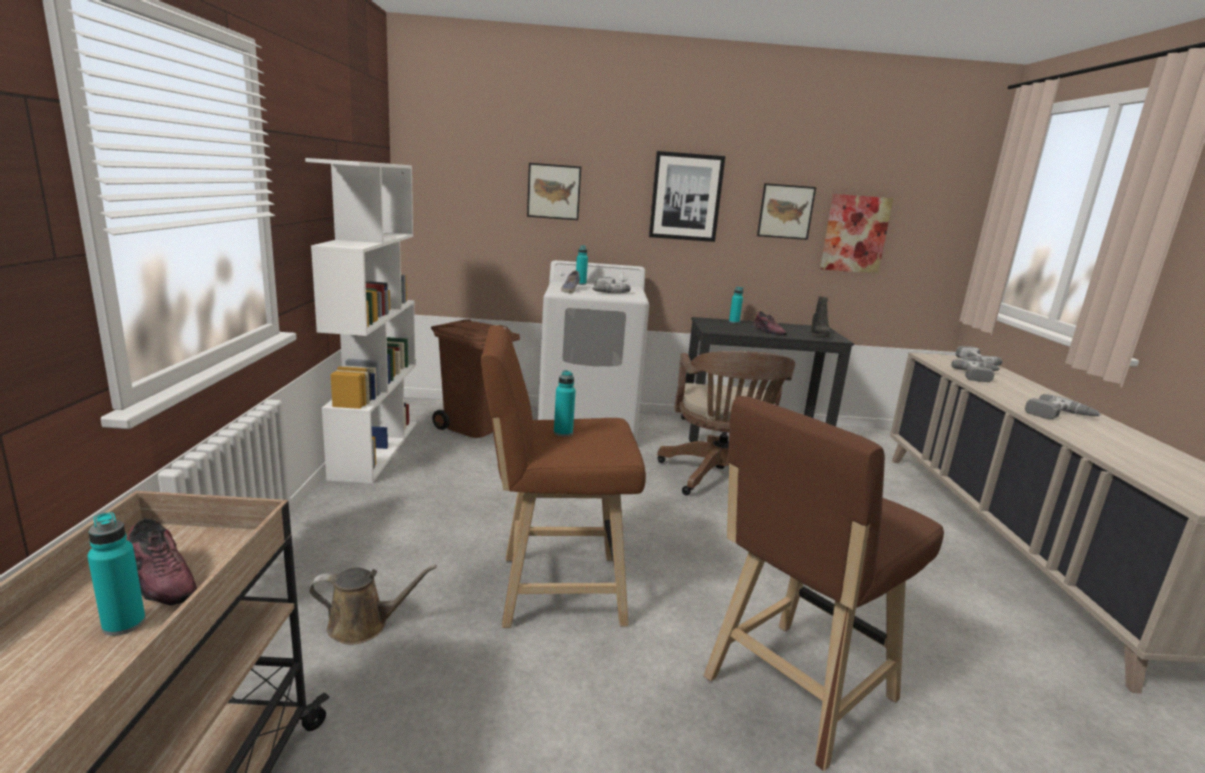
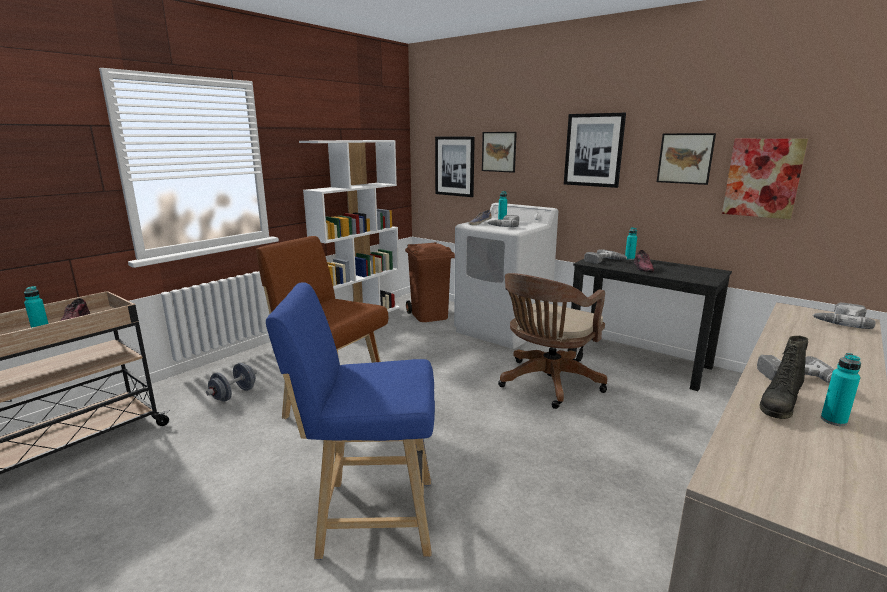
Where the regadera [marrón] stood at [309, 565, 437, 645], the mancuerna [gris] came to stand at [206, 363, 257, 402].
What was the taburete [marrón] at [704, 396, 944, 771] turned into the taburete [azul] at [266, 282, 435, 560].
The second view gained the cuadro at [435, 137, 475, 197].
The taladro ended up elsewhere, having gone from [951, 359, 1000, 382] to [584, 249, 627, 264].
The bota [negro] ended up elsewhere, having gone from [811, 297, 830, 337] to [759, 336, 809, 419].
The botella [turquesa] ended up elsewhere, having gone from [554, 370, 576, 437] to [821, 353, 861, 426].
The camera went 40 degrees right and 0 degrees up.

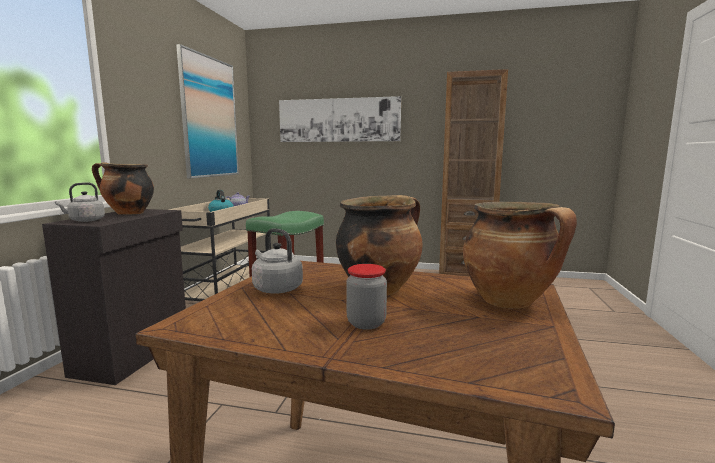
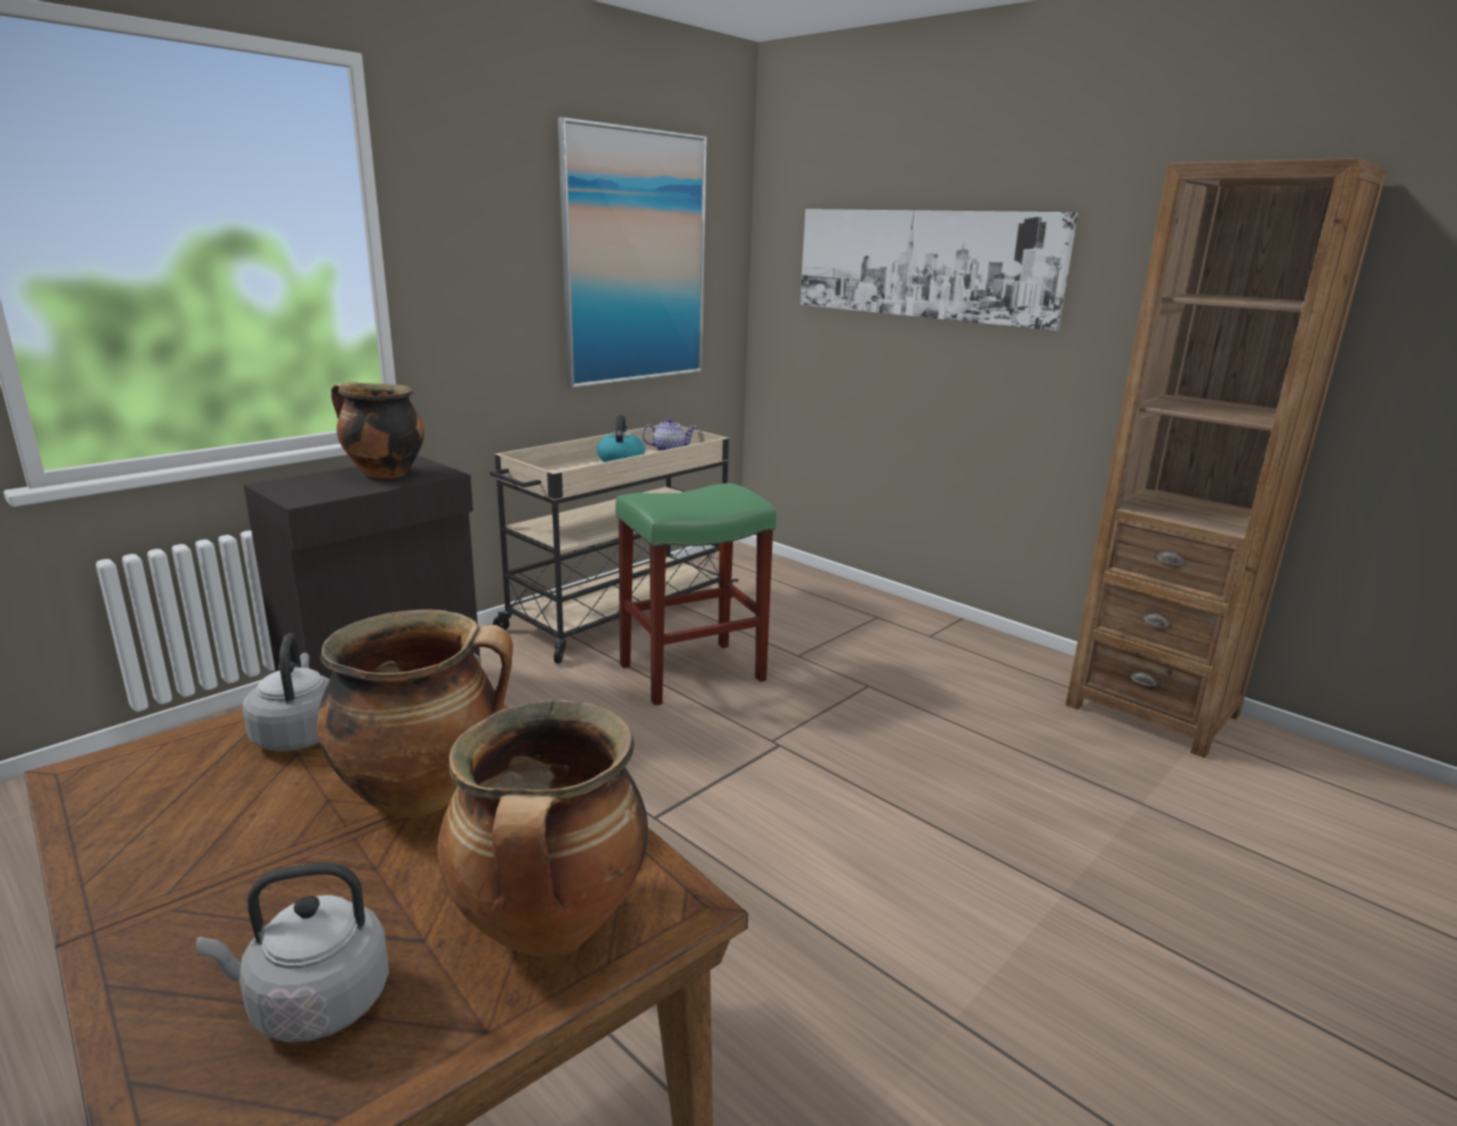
The hervidor [gris] ended up elsewhere, having gone from [55, 182, 105, 222] to [196, 863, 389, 1042].
The second view lost the tarro at [346, 264, 387, 330].
The camera went 30 degrees right and 10 degrees up.

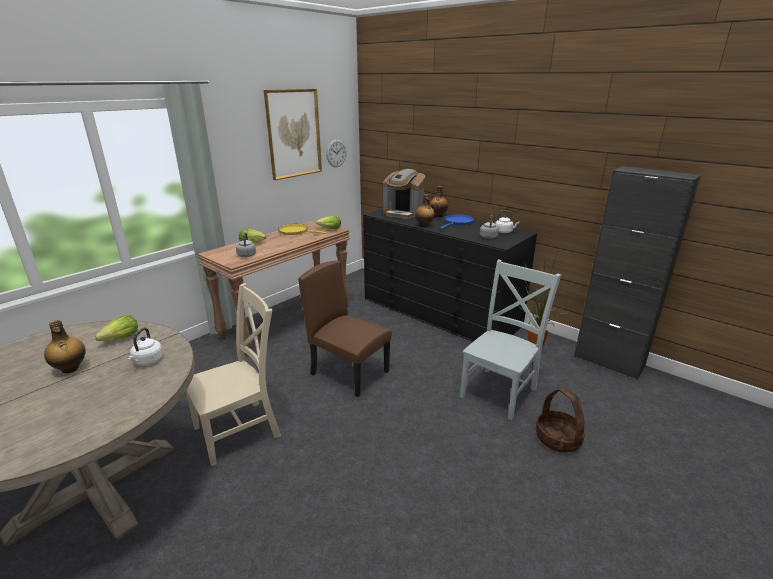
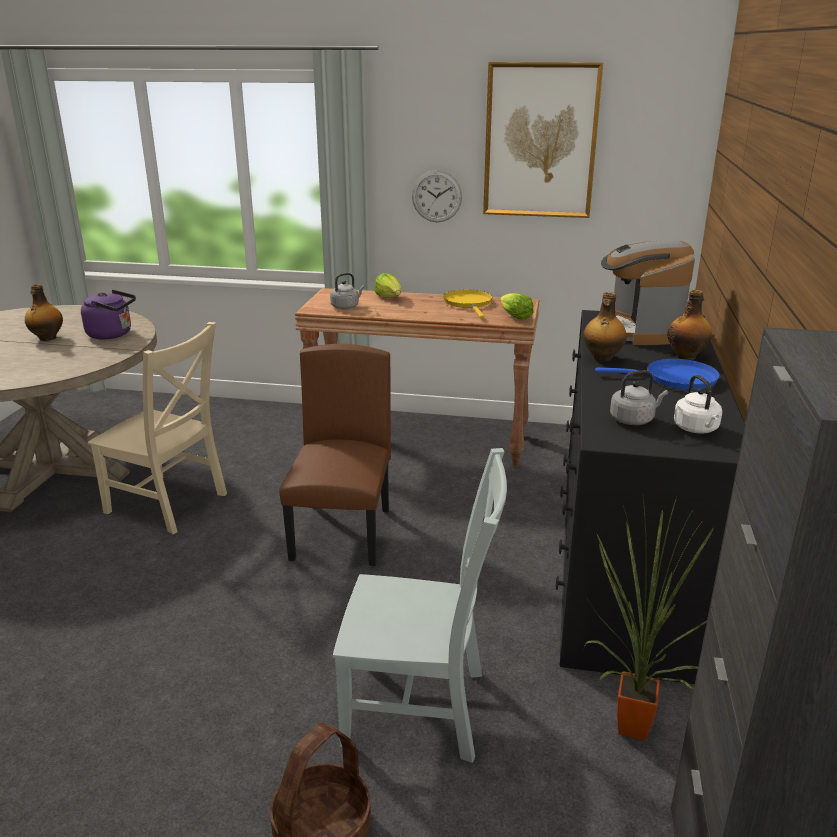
Where the lechuga stood at [94, 315, 138, 341], the hervidor [morado] came to stand at [81, 290, 136, 339].
The reloj de pared ended up elsewhere, having gone from [326, 139, 346, 167] to [412, 170, 462, 222].
The second view lost the hervidor [blanco] at [127, 328, 163, 366].
The camera went 60 degrees right and 0 degrees up.

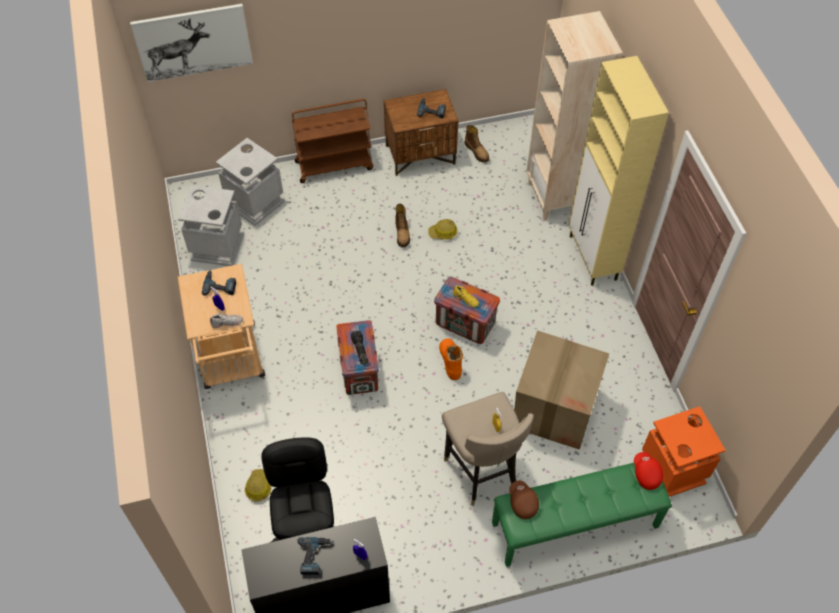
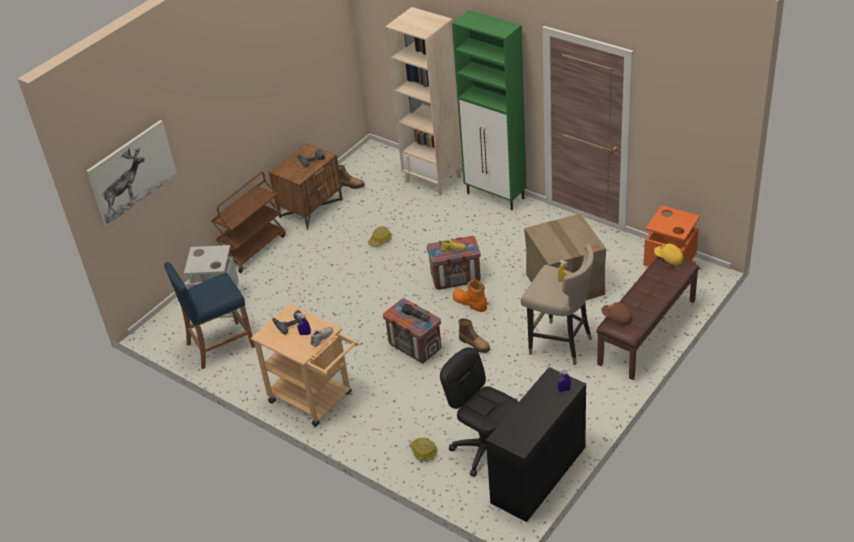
Where the papelera [gris] stood at [178, 185, 244, 266], the taburete [azul] came to stand at [164, 262, 255, 369].
What was the armario [beis] at [568, 56, 669, 286] turned into the armario [verde] at [452, 10, 527, 210].
The bota ended up elsewhere, having gone from [395, 204, 410, 247] to [458, 318, 490, 353].
What was the banco [verde] at [492, 463, 672, 567] turned into the banco [marrón] at [596, 256, 699, 380].
What was the gorra [rojo] at [634, 452, 663, 490] turned into the gorra [amarillo] at [654, 244, 683, 265].
The second view lost the taladro at [297, 537, 334, 575].
The camera went 35 degrees left and 15 degrees down.

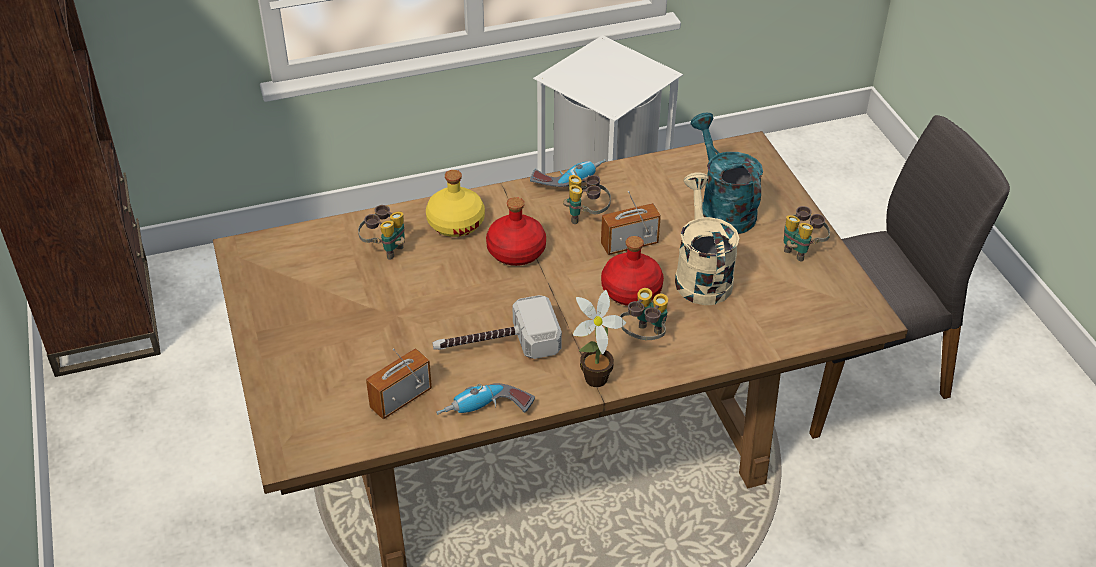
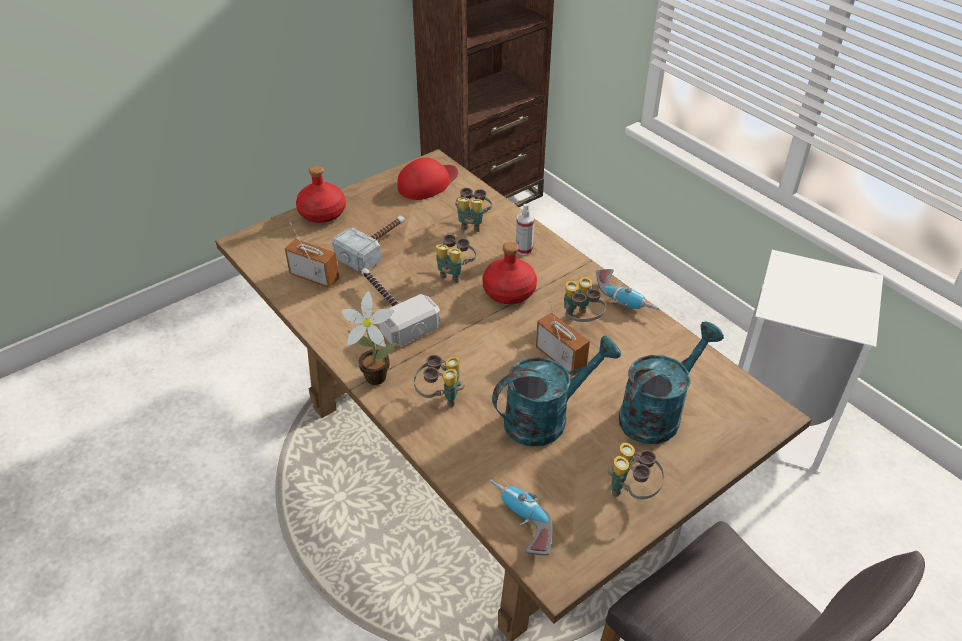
The botella [rojo] ended up elsewhere, having gone from [601, 236, 664, 306] to [296, 166, 346, 223].
The second view gained the martillo at [332, 215, 405, 272].
The second view gained the gorra [rojo] at [397, 157, 458, 200].
The second view gained the prismáticos at [436, 234, 476, 283].
The taladro ended up elsewhere, having gone from [436, 383, 535, 415] to [489, 479, 552, 556].
What was the regadera [beis] at [675, 172, 740, 305] turned into the regadera [turquesa] at [492, 336, 621, 446].
Where the botella [amarillo] stood at [426, 170, 485, 237], the pulverizador came to stand at [516, 204, 535, 255].
The camera went 70 degrees right and 0 degrees up.

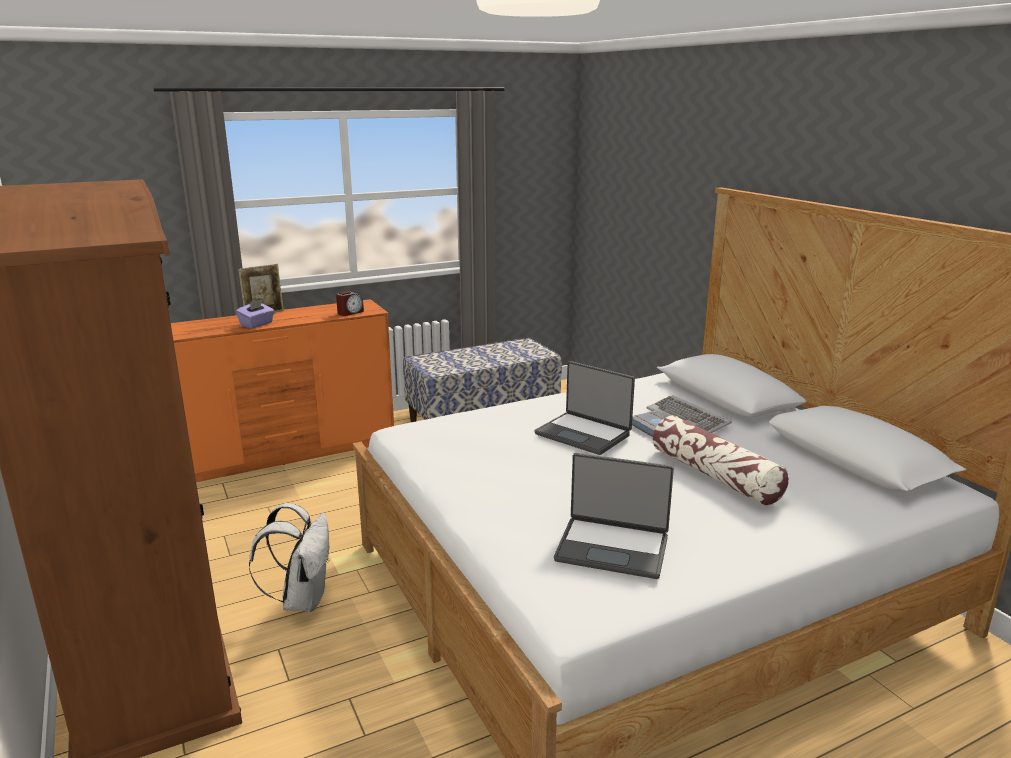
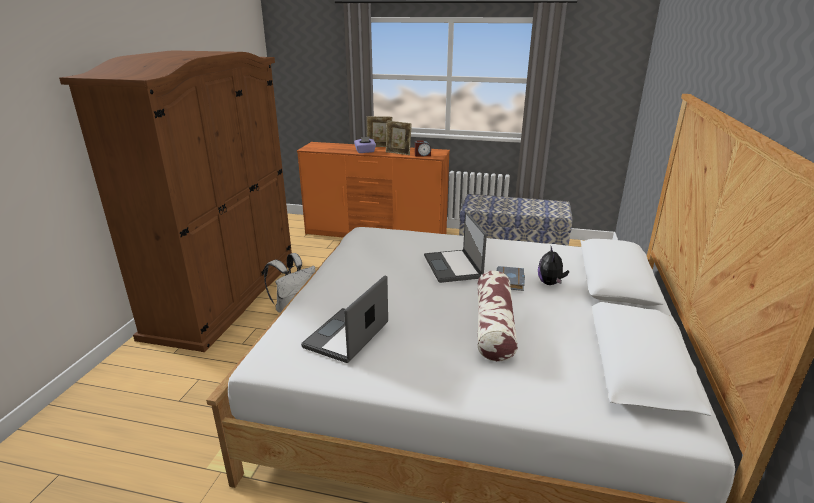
The portátil at [554, 453, 674, 579] ended up facing another way, 60 degrees clockwise from before.
The second view gained the portarretratos at [386, 120, 412, 155].
Where the teclado stood at [647, 395, 732, 433], the peluche came to stand at [538, 246, 569, 285].
The camera went 40 degrees right and 5 degrees up.

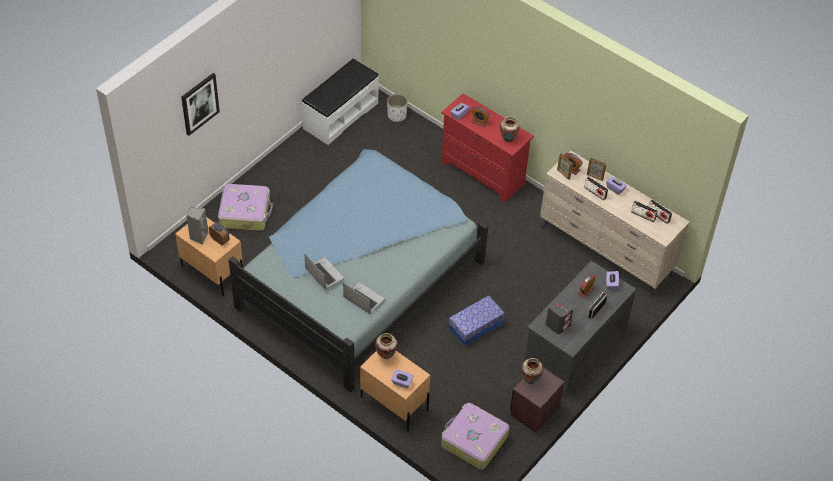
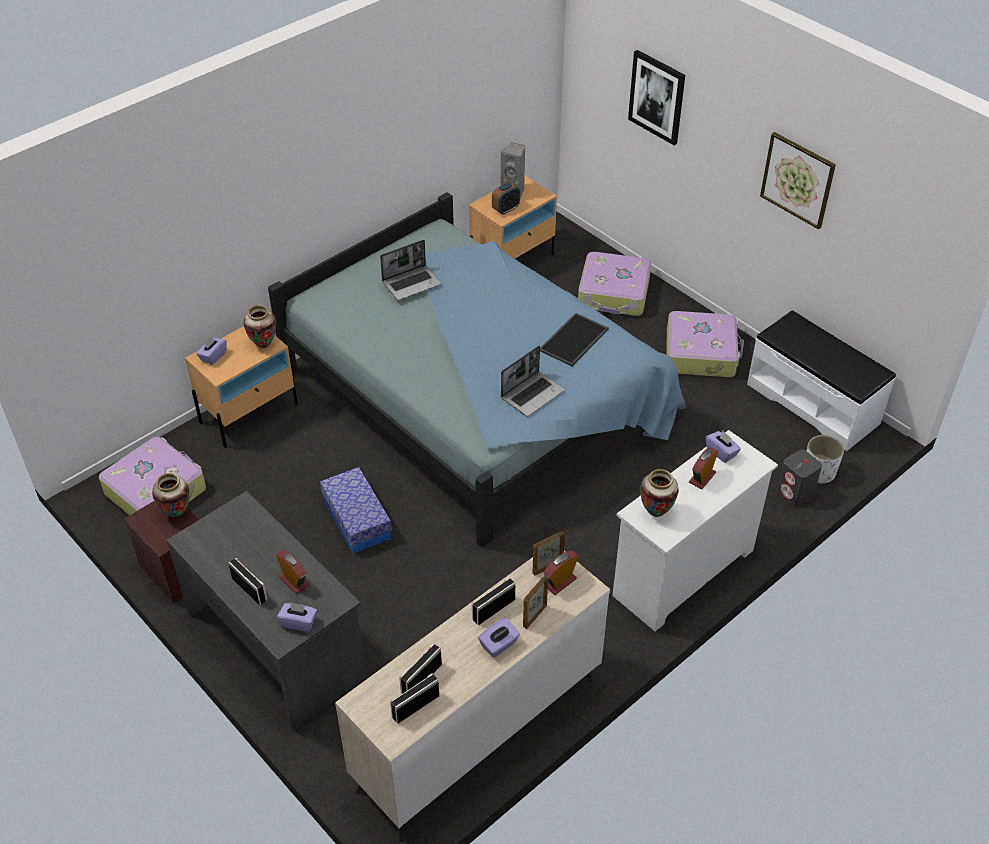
The portátil ended up elsewhere, having gone from [343, 282, 385, 314] to [501, 345, 565, 416].
The second view gained the bandeja at [540, 313, 609, 366].
What was the cómoda [rojo] at [441, 93, 534, 203] turned into the cómoda [blanco] at [612, 430, 778, 631].
The second view gained the maleta at [666, 311, 744, 377].
The second view gained the cuadro at [760, 132, 836, 229].
The altavoz [gris] ended up elsewhere, having gone from [546, 296, 574, 334] to [777, 450, 822, 506].
The camera went 100 degrees right and 5 degrees down.

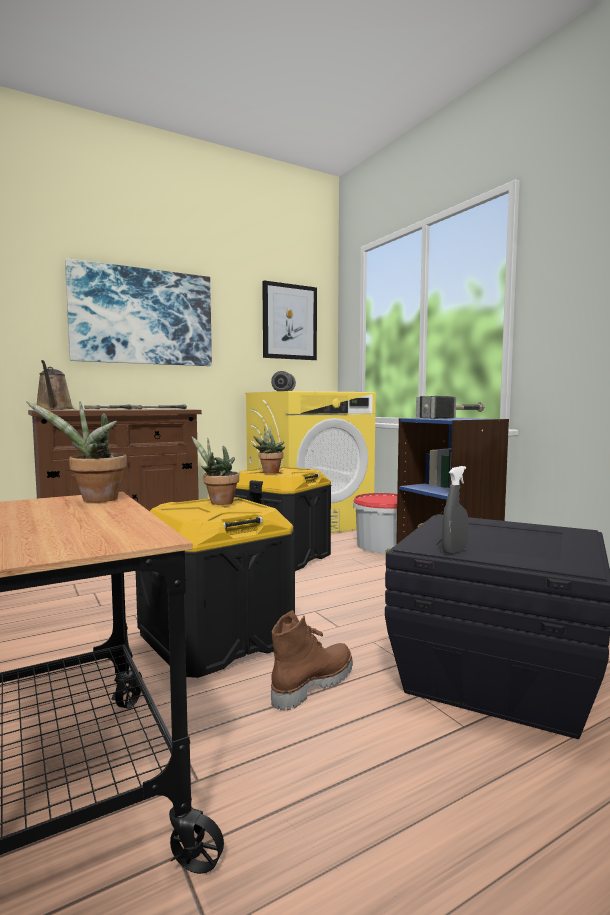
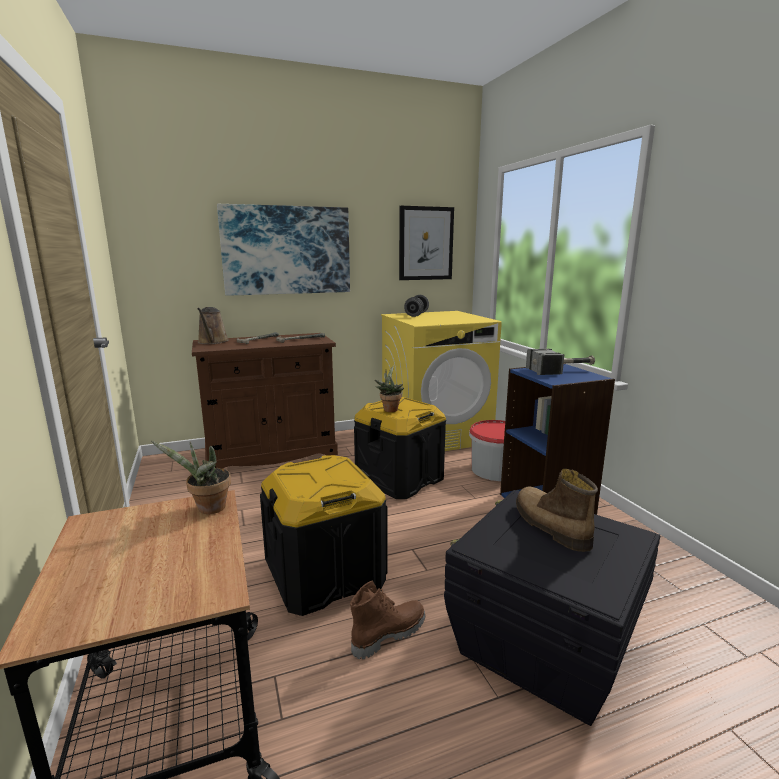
The second view gained the bota at [516, 469, 598, 552].
The second view lost the planta en maceta at [192, 437, 239, 505].
The second view lost the pulverizador [gris] at [442, 466, 468, 554].
The camera went 10 degrees right and 10 degrees up.

